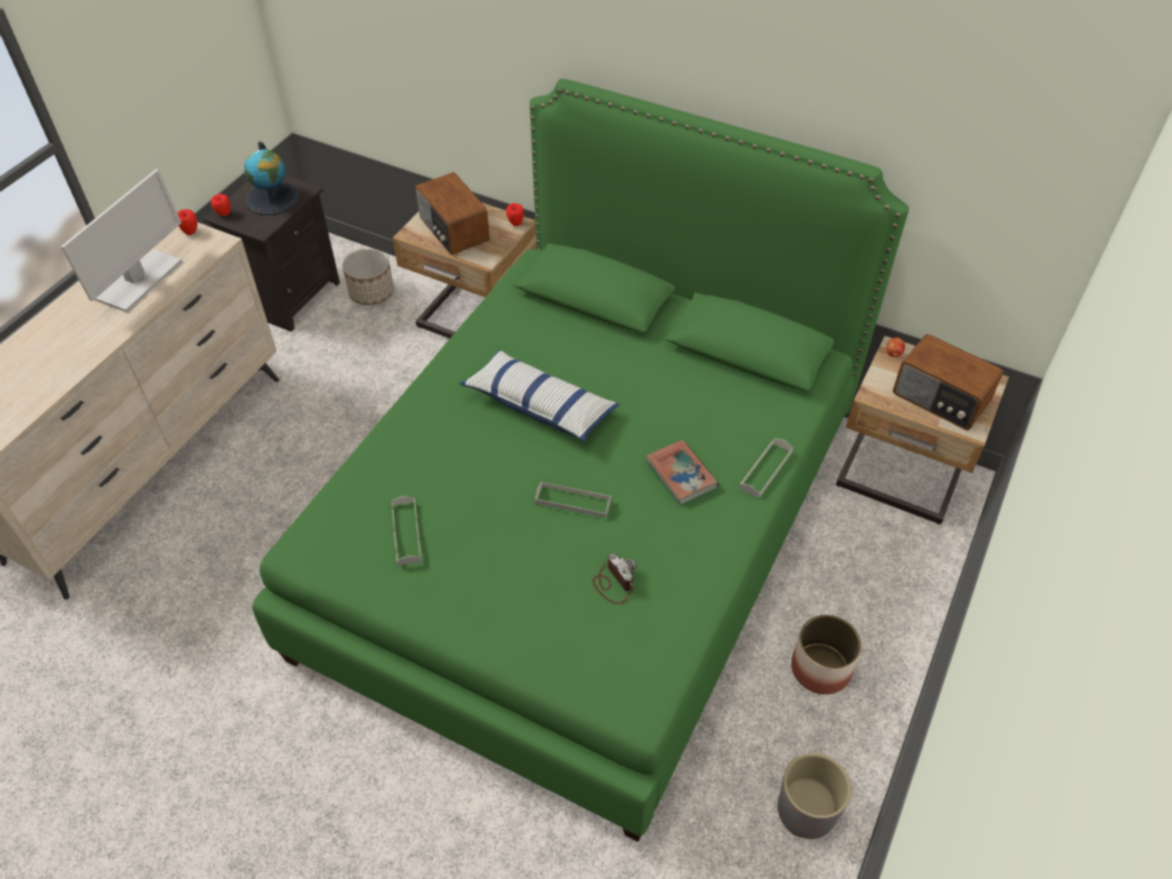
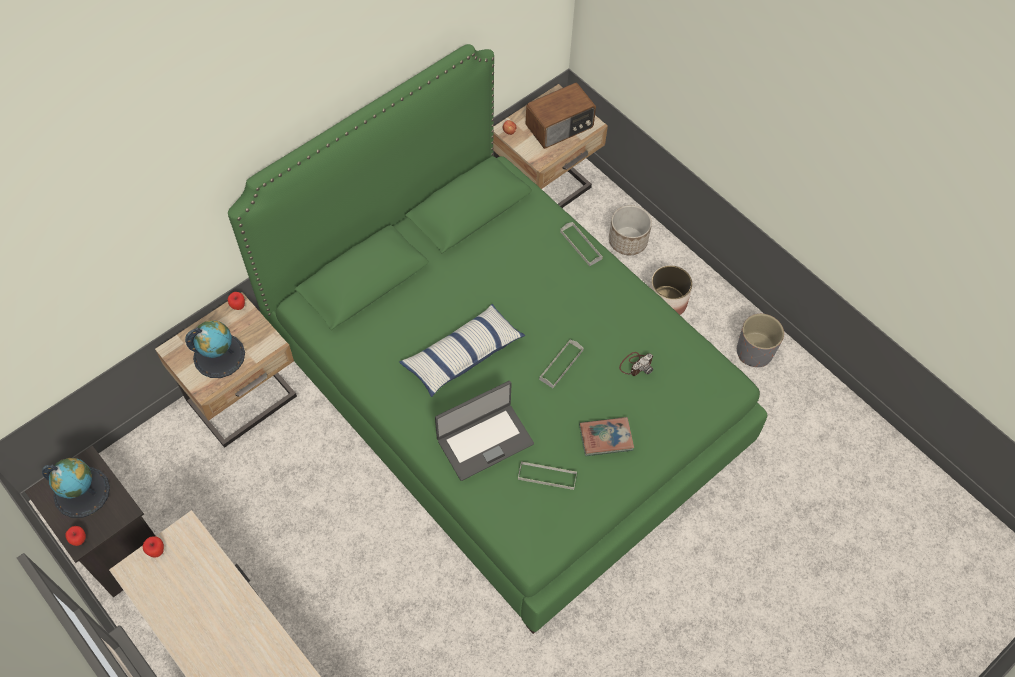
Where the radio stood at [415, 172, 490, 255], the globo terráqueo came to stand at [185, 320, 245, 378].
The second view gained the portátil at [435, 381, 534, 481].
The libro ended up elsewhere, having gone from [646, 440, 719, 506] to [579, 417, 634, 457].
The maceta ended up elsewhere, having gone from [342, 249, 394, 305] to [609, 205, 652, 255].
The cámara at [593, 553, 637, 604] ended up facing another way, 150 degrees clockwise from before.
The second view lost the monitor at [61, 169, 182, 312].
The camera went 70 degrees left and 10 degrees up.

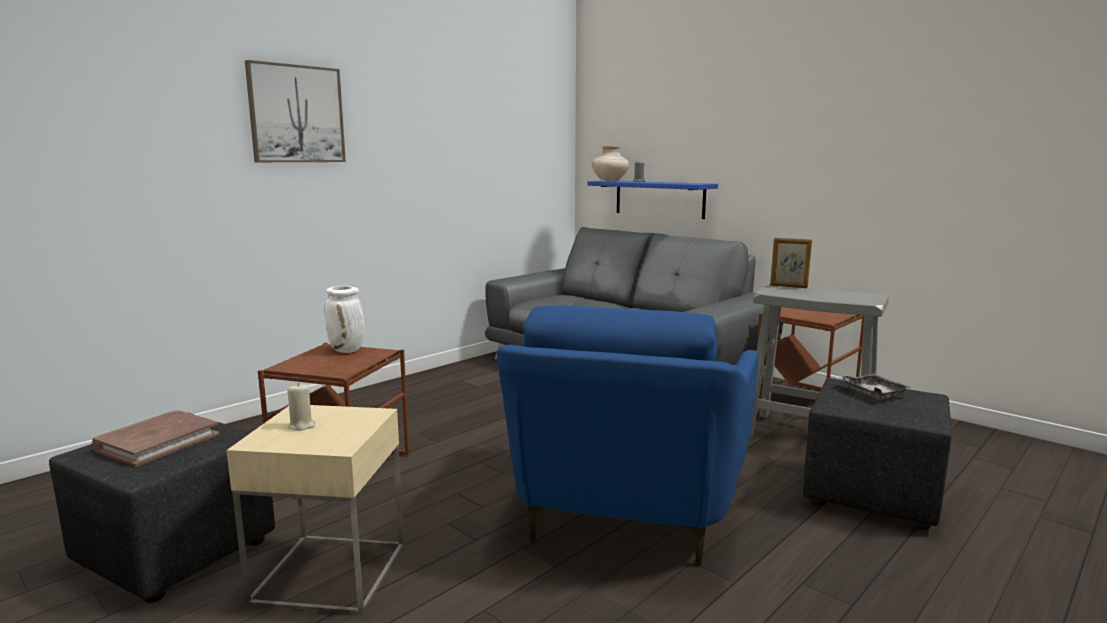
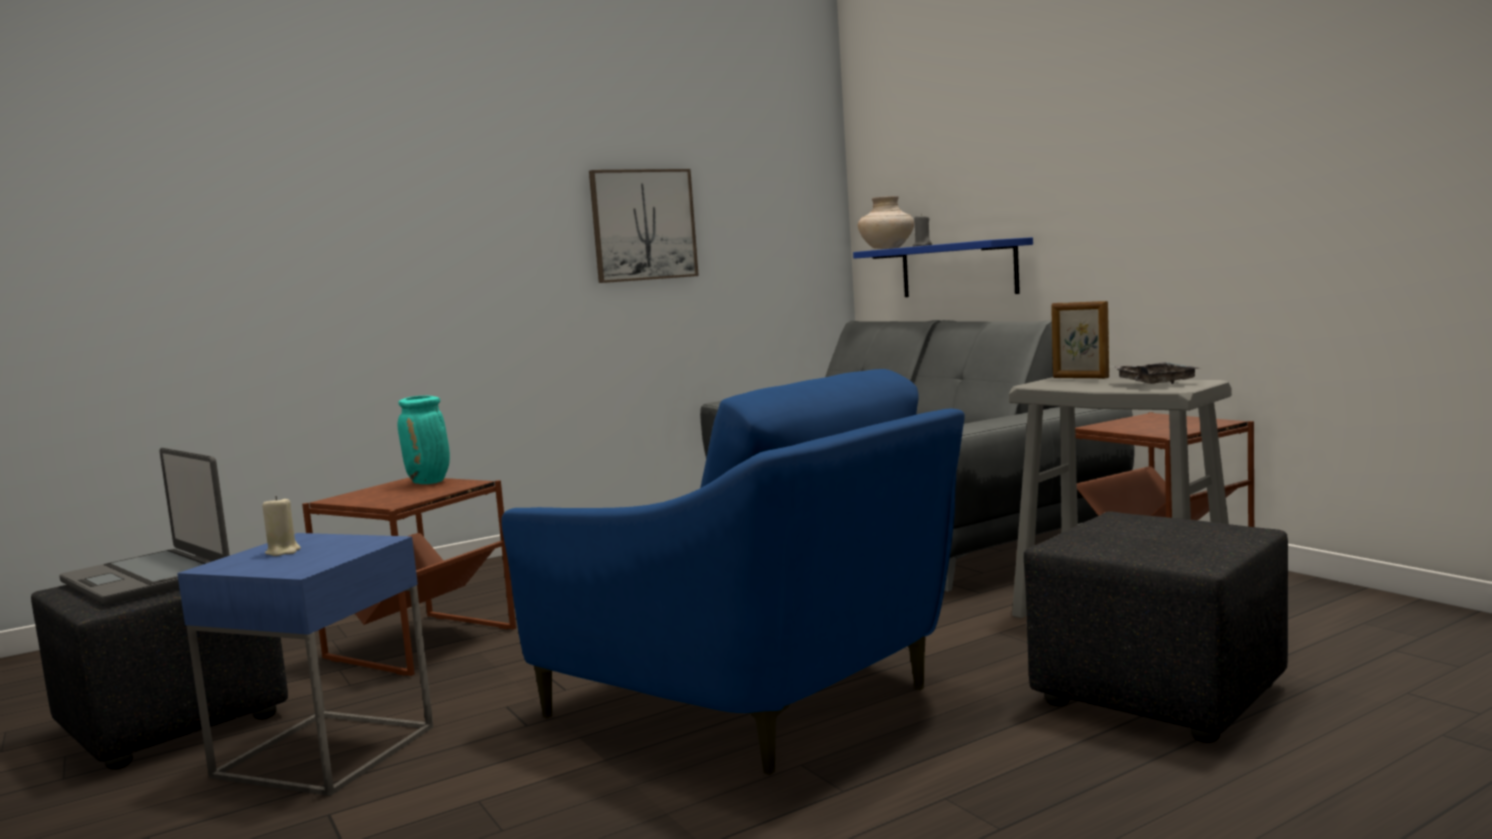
Where the libro [marrón] stood at [92, 410, 219, 467], the portátil came to stand at [59, 448, 230, 605].
What was the mesa auxiliar [beis] at [226, 405, 404, 615] turned into the mesa auxiliar [azul] at [177, 533, 434, 796].
What was the florero [blanco] at [324, 286, 365, 353] turned into the florero [turquesa] at [398, 396, 450, 484].
The sillón [azul] at [497, 306, 758, 566] ended up facing another way, 75 degrees counterclockwise from before.
The cuadro ended up elsewhere, having gone from [245, 60, 346, 162] to [589, 169, 699, 283].
The bandeja [gris] ended up elsewhere, having gone from [838, 373, 911, 400] to [1110, 362, 1200, 384].
The camera went 15 degrees right and 5 degrees down.

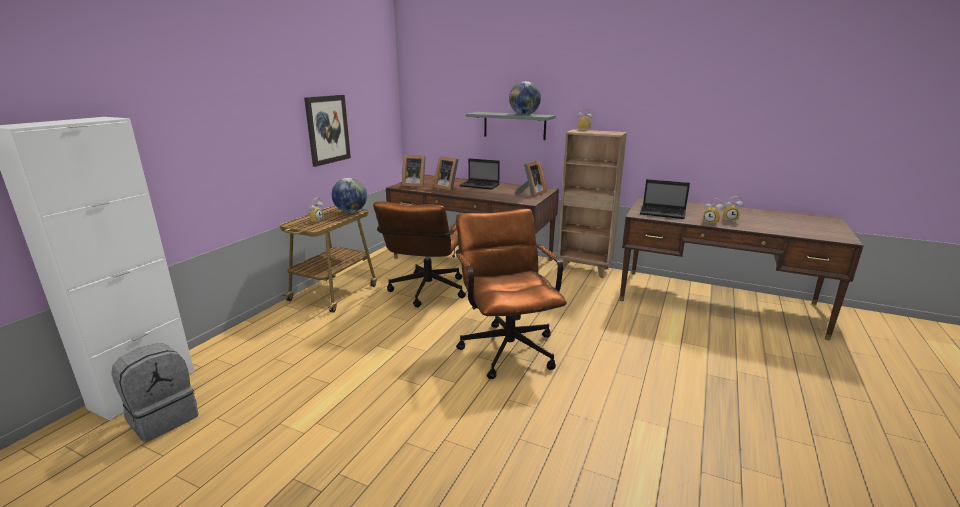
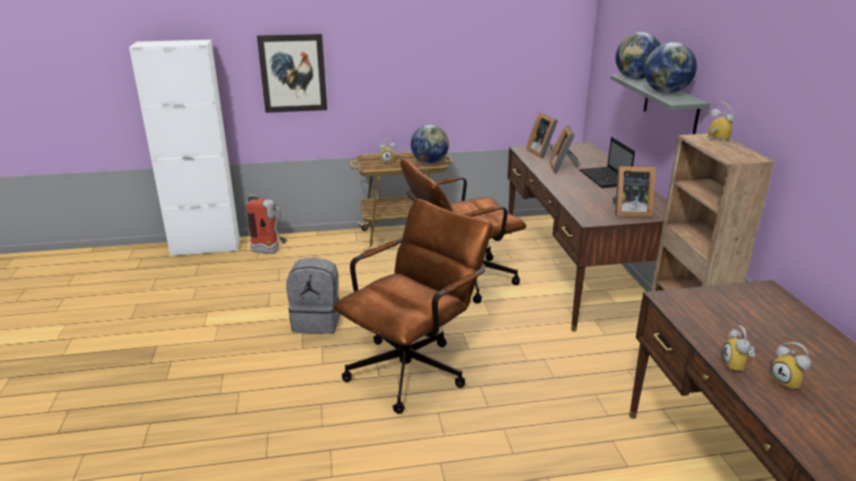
The second view gained the extintor at [246, 194, 287, 254].
The cuadro ended up elsewhere, having gone from [304, 95, 351, 167] to [257, 34, 327, 113].
The mochila [gris] ended up elsewhere, having gone from [111, 343, 199, 442] to [286, 258, 340, 334].
The second view gained the globo terráqueo at [615, 32, 661, 80].
The second view lost the portátil at [640, 179, 690, 219].
The camera went 55 degrees right and 5 degrees up.

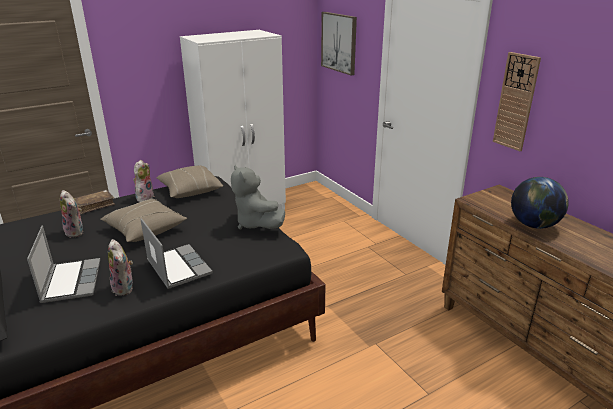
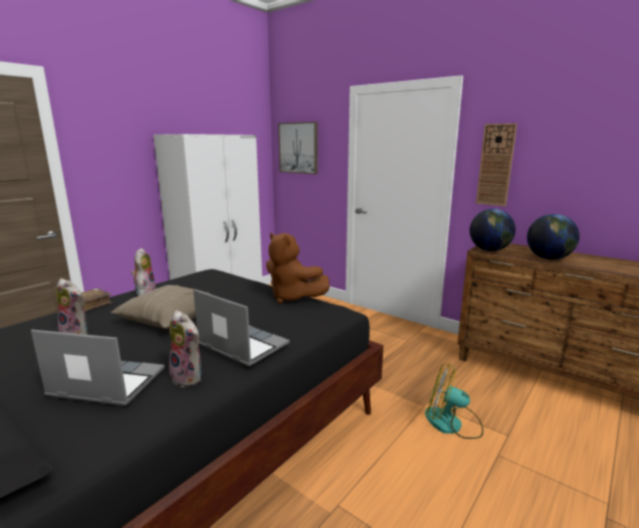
The portátil at [27, 225, 100, 303] ended up facing another way, 45 degrees counterclockwise from before.
What was the peluche [gris] at [231, 165, 285, 230] turned into the peluche [marrón] at [266, 233, 330, 304].
The second view gained the ventilador at [425, 364, 483, 439].
The second view gained the globo terráqueo at [470, 209, 516, 251].
The second view lost the cojín [beis] at [156, 165, 223, 198].
The camera went 20 degrees left and 10 degrees down.

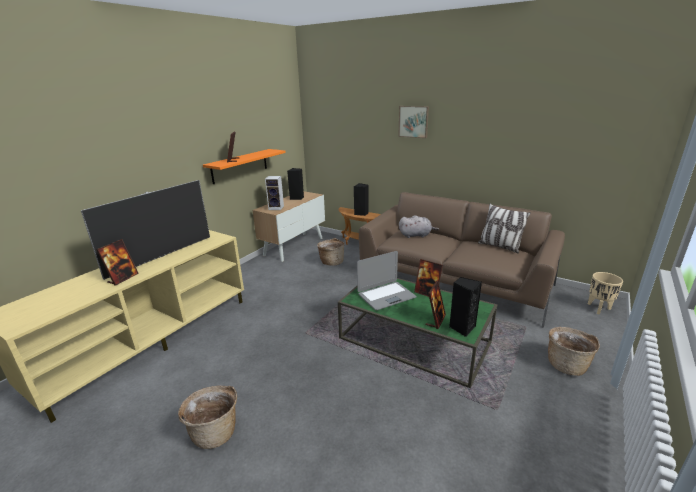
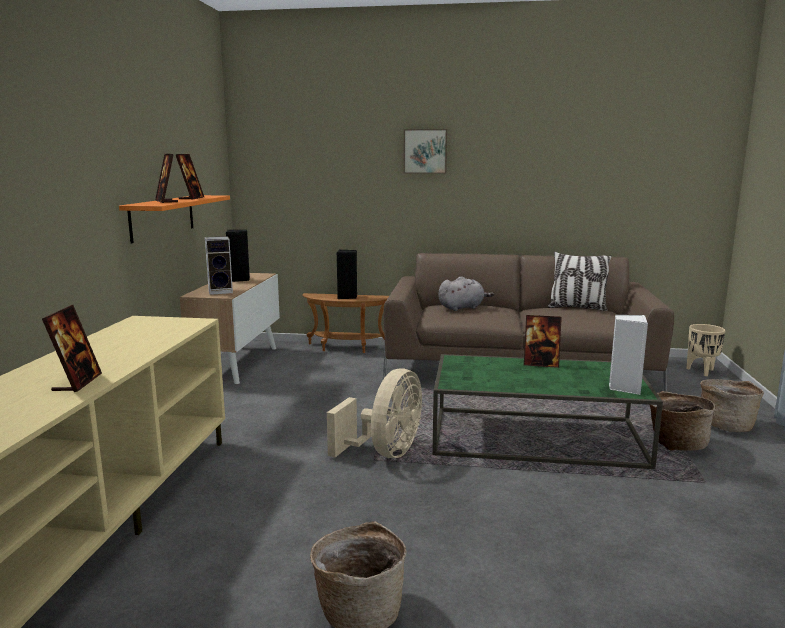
The portarretratos ended up elsewhere, having gone from [426, 281, 446, 329] to [176, 154, 204, 200].
The second view gained the ventilador [beis] at [327, 368, 422, 458].
What was the altavoz [negro] at [449, 277, 482, 337] turned into the altavoz [blanco] at [609, 315, 648, 395].
The cesta ended up elsewhere, having gone from [317, 238, 345, 266] to [650, 391, 716, 451].
The second view lost the televisor at [81, 180, 210, 280].
The second view lost the portátil at [357, 251, 416, 310].
The camera went 25 degrees left and 10 degrees down.

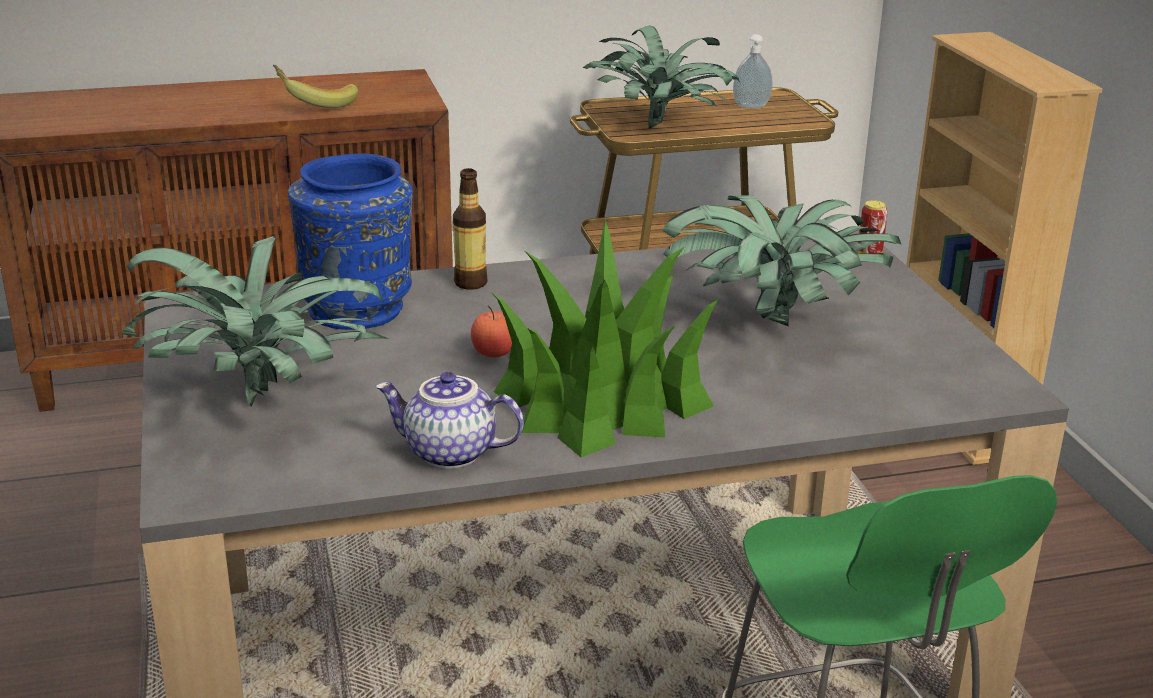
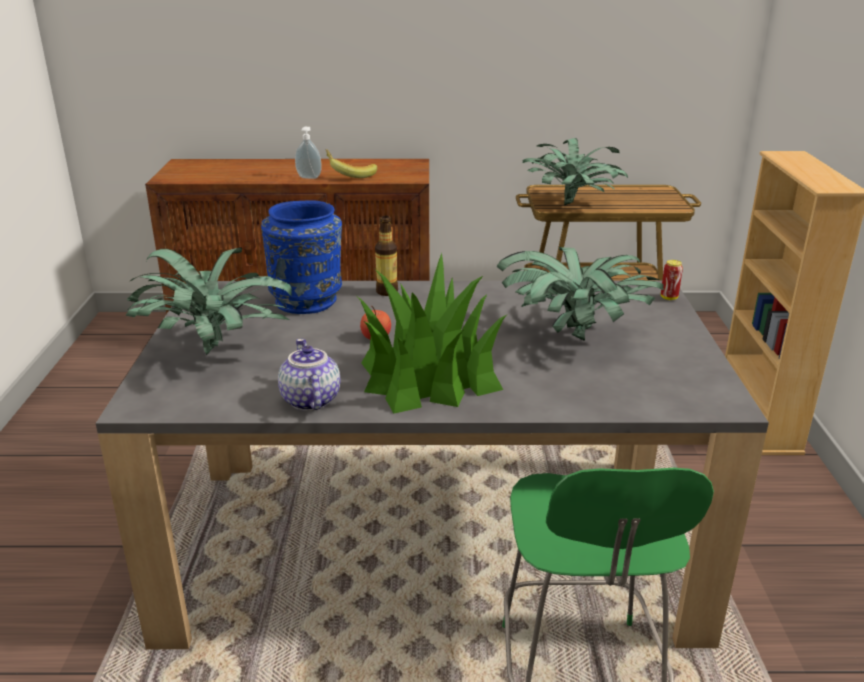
The tetera at [375, 372, 524, 469] ended up facing another way, 45 degrees clockwise from before.
The dispensador de jabón ended up elsewhere, having gone from [733, 34, 773, 108] to [295, 127, 322, 179].
The camera went 15 degrees right and 0 degrees up.

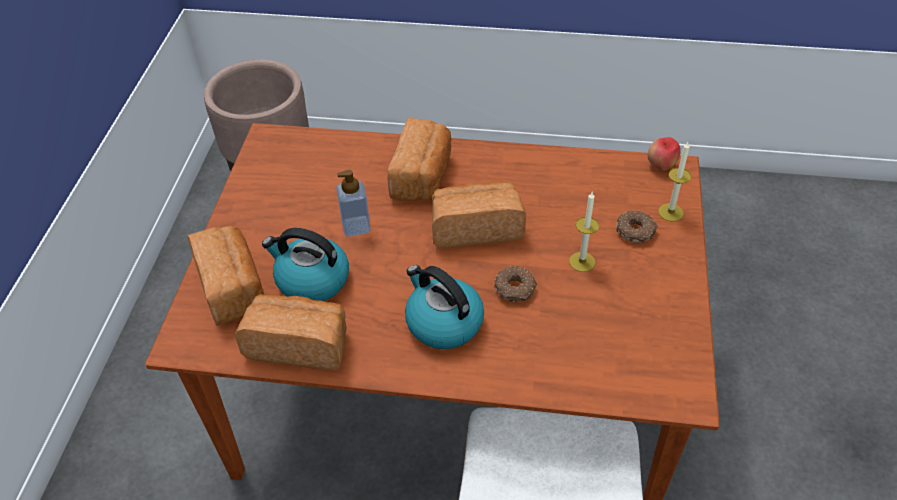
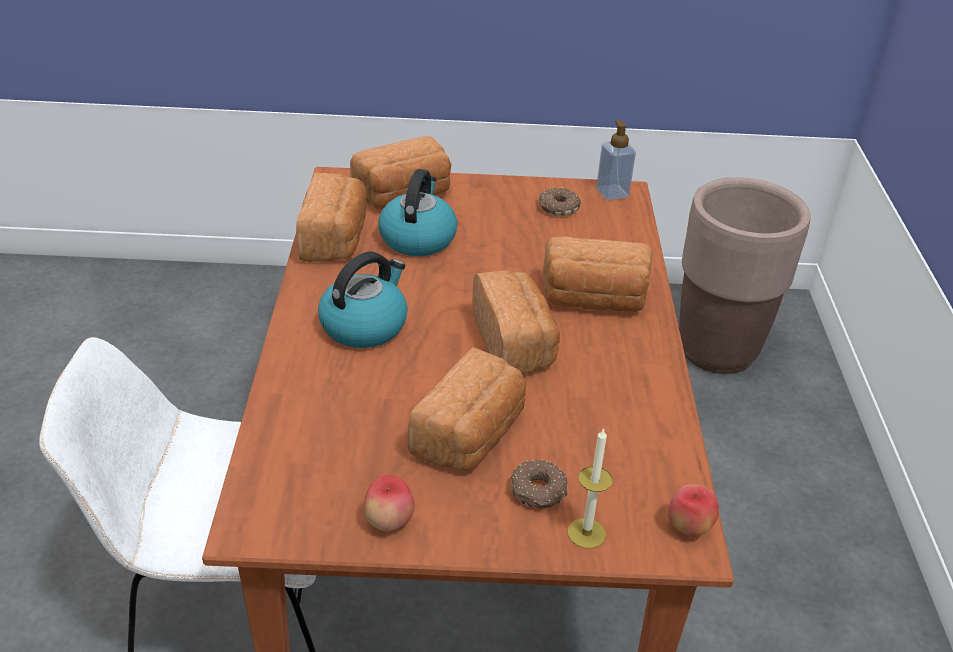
The second view gained the manzana at [364, 475, 415, 531].
Where the vela stood at [569, 192, 599, 272], the pan came to stand at [408, 347, 526, 472].
The rosquilla ended up elsewhere, having gone from [494, 266, 537, 302] to [539, 187, 581, 216].
The dispensador de jabón ended up elsewhere, having gone from [336, 170, 371, 237] to [596, 120, 636, 200].
The camera went 80 degrees right and 10 degrees down.

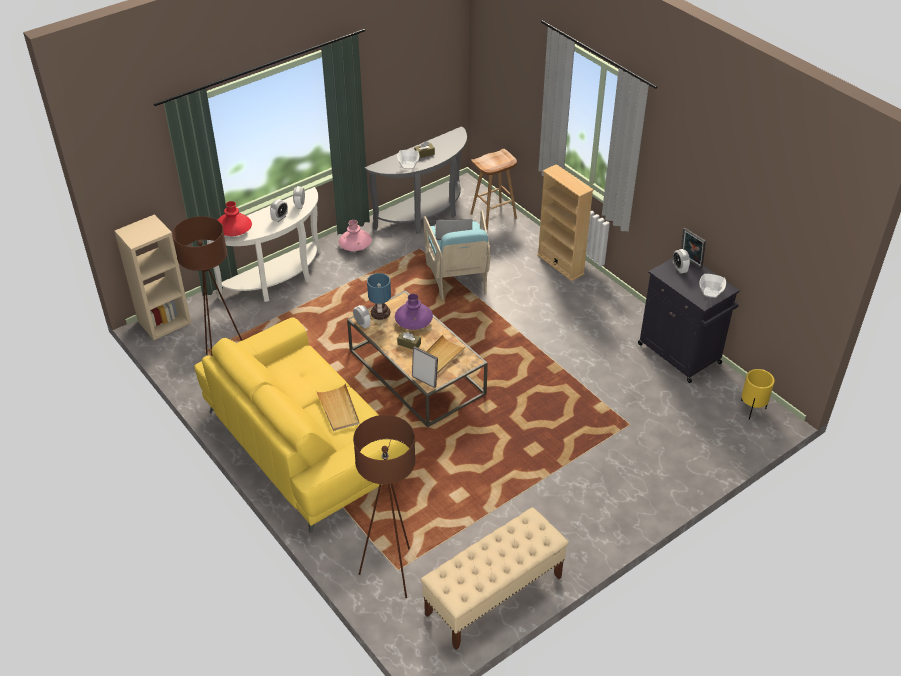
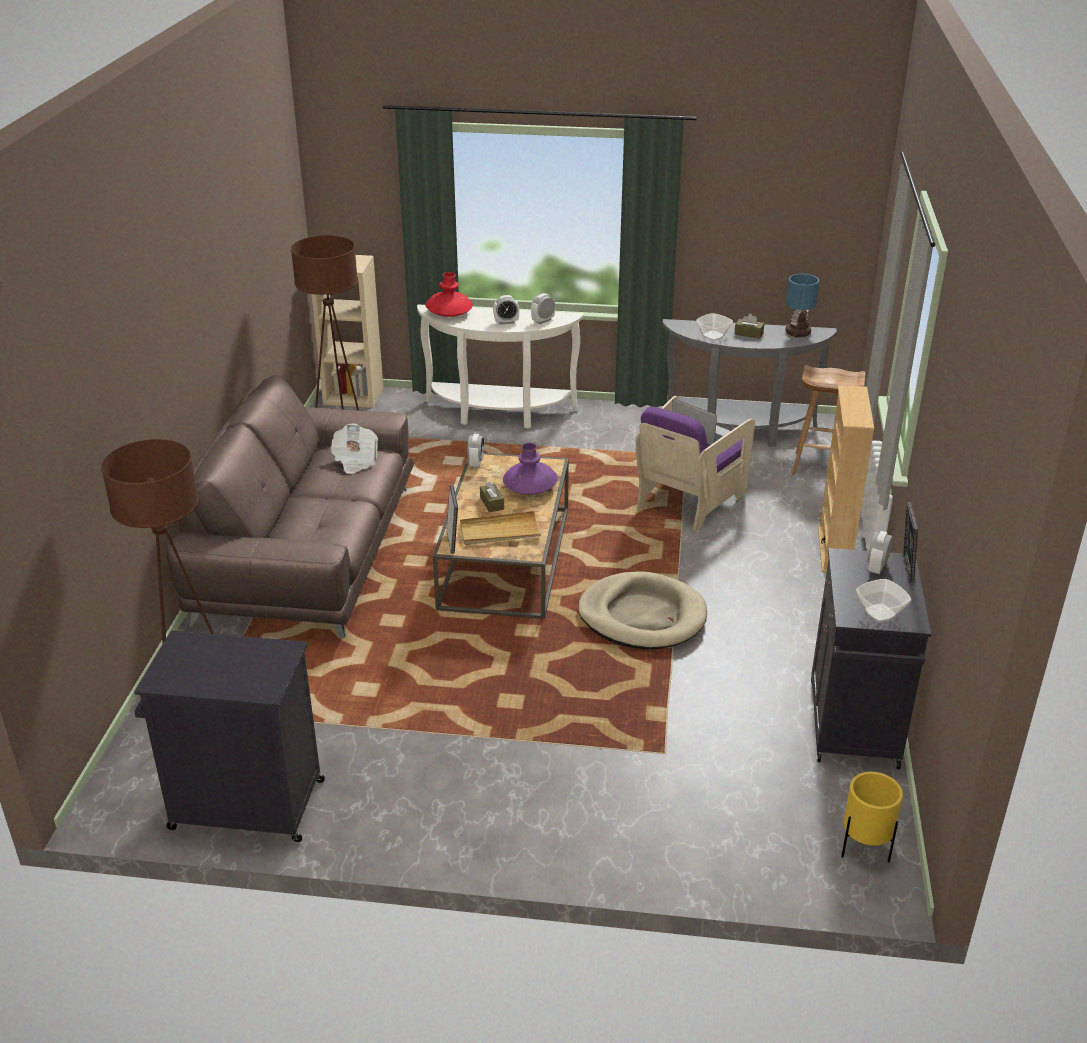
Where the banco [beis] stood at [421, 507, 569, 650], the armario [negro] came to stand at [134, 631, 325, 842].
What was the sofá [amarillo] at [194, 317, 410, 533] turned into the sofá [marrón] at [166, 375, 414, 638].
The second view gained the periódico at [330, 423, 378, 474].
The second view gained the cama para perro [beis] at [578, 571, 707, 649].
What was the sillón [turquesa] at [423, 210, 491, 300] turned into the sillón [morado] at [636, 396, 755, 531].
The lámpara de mesa ended up elsewhere, having gone from [367, 273, 391, 320] to [785, 274, 819, 337].
The second view lost the bandeja [beis] at [316, 383, 360, 431].
The second view lost the florero [rosa] at [339, 220, 372, 251].
The camera went 45 degrees right and 10 degrees down.

